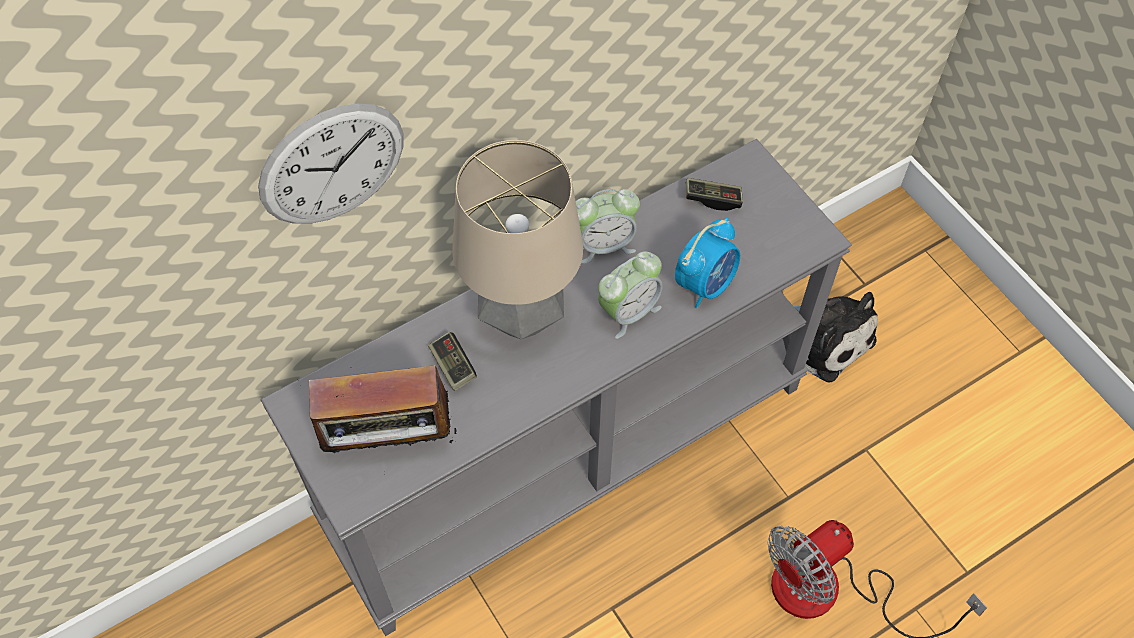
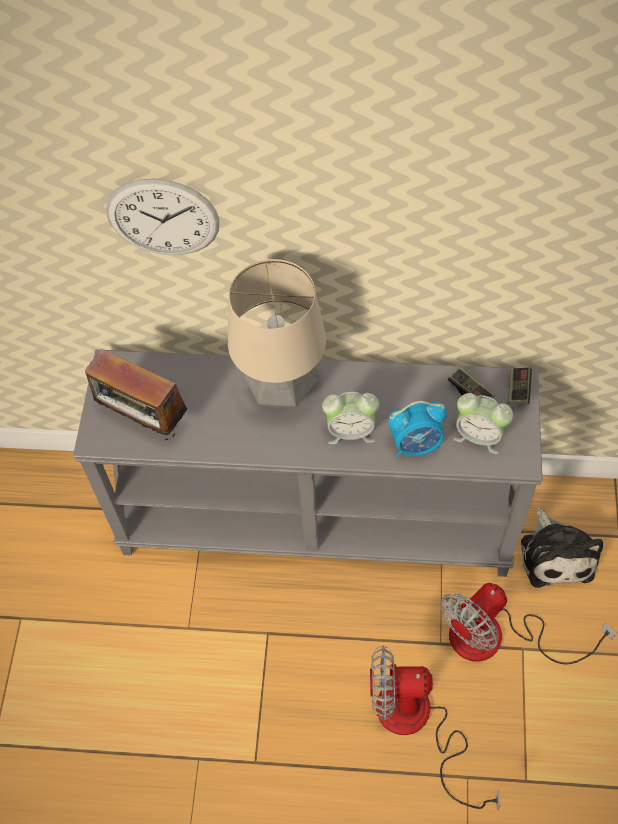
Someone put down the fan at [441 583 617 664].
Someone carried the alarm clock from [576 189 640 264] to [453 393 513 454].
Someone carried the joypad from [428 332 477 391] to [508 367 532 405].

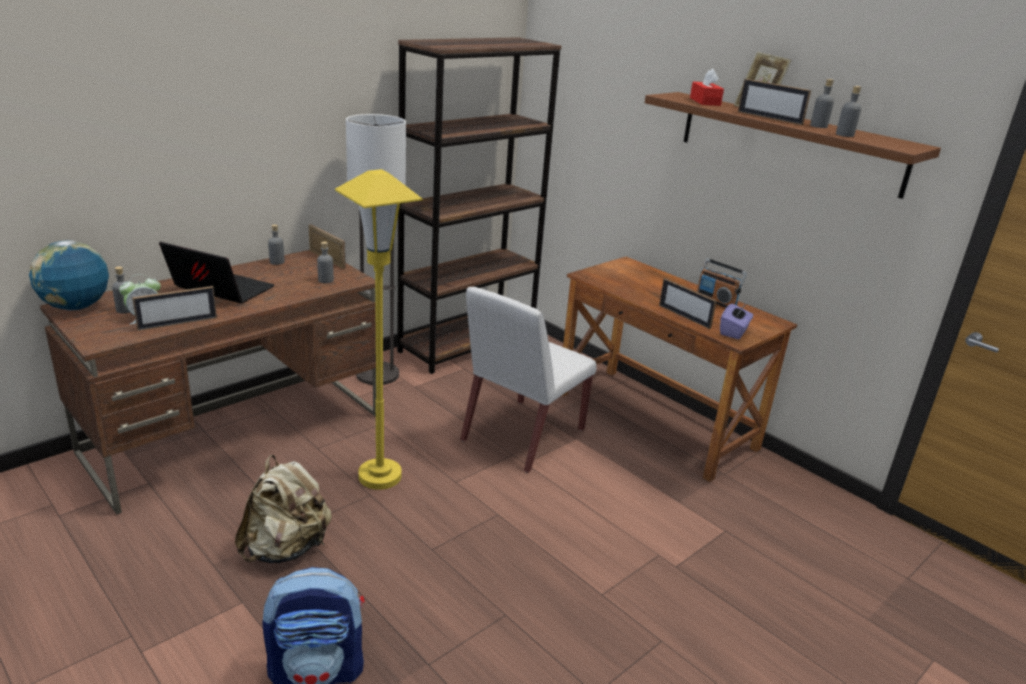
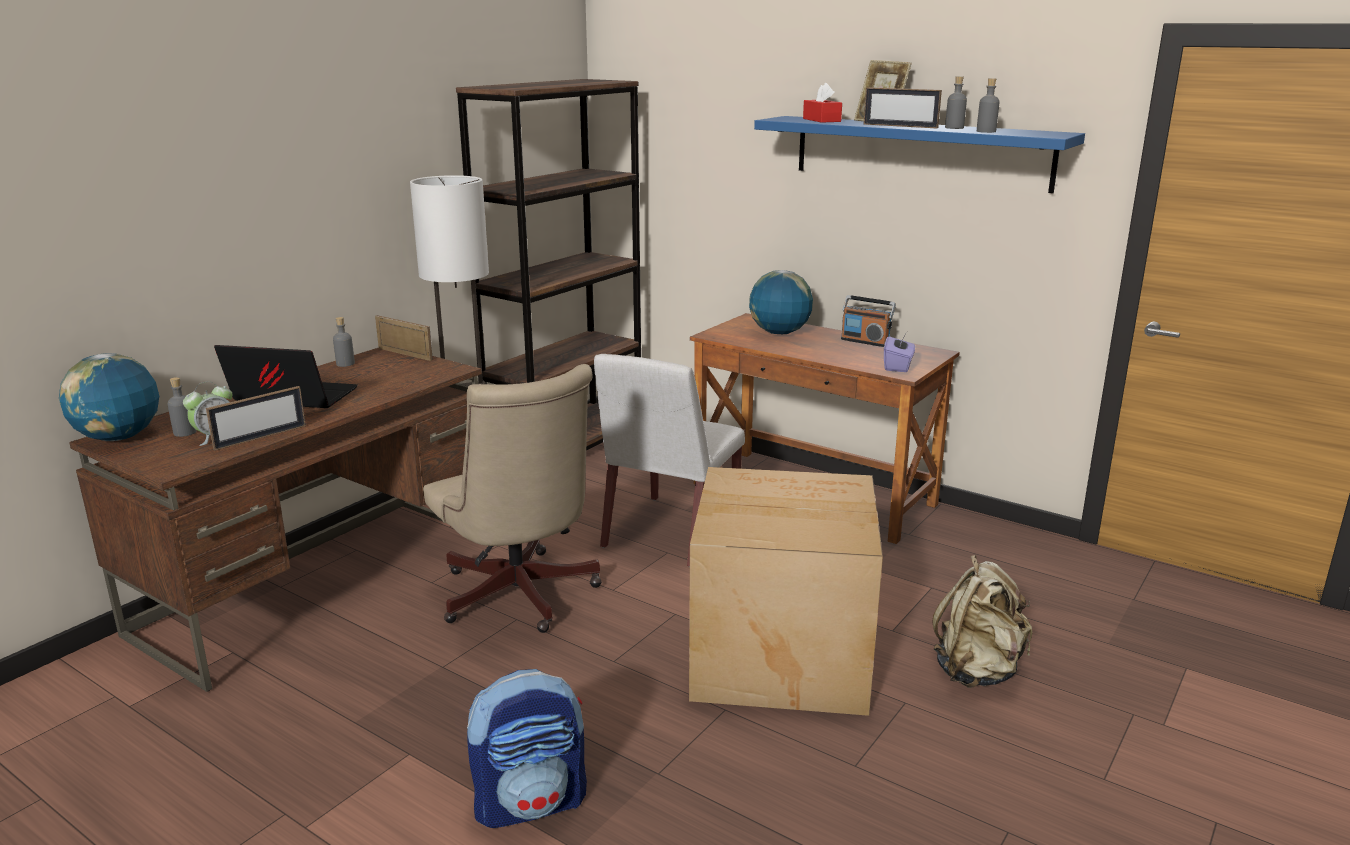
Someone swapped the yellowish floor lamp at [335 169 423 490] for the sand-coloured computer chair at [423 364 602 633].
Someone put down the carton at [689 467 883 716].
Someone put down the world globe at [749 270 813 334].
Someone repainted the brown wall shelf at [645 92 941 199], which became the blue wall shelf at [754 116 1085 193].
Someone carried the sand-coloured backpack from [235 455 332 563] to [932 555 1033 688].
Someone took away the gray drink bottle at [317 242 334 283].
Someone took away the photo frame at [659 278 717 329].

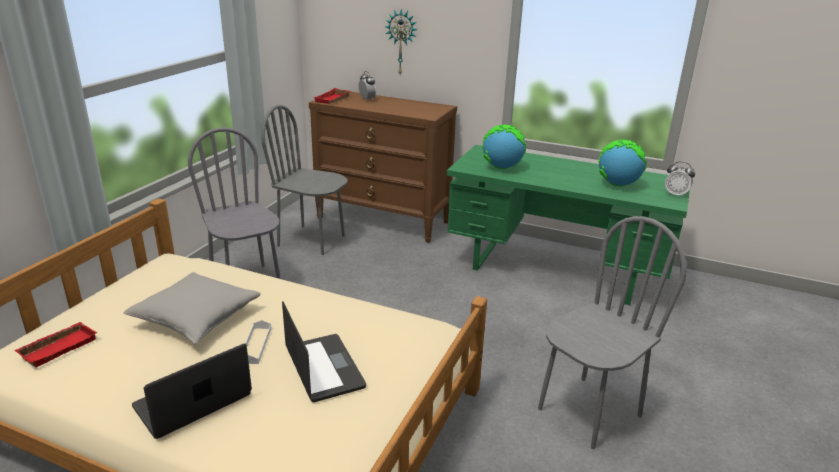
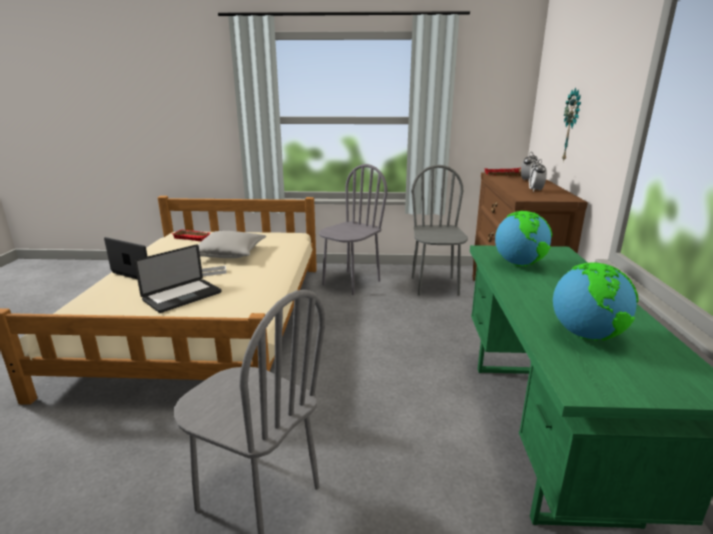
Someone carried the alarm clock from [665 162 695 197] to [529 159 547 192].

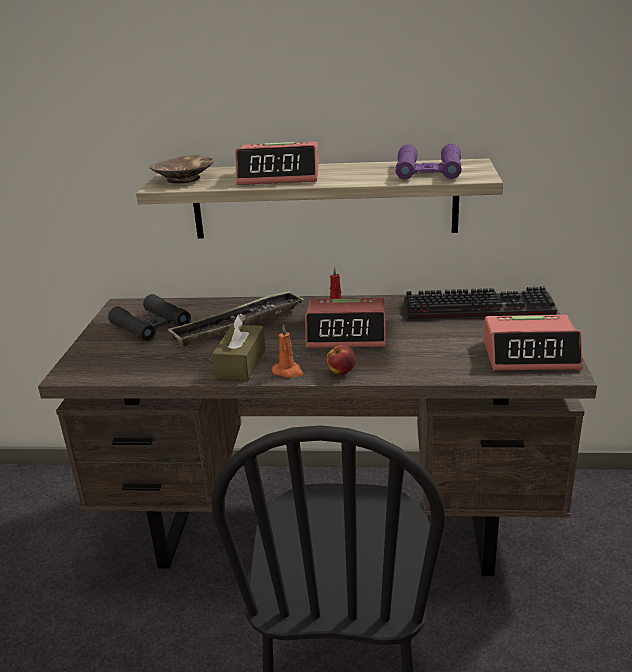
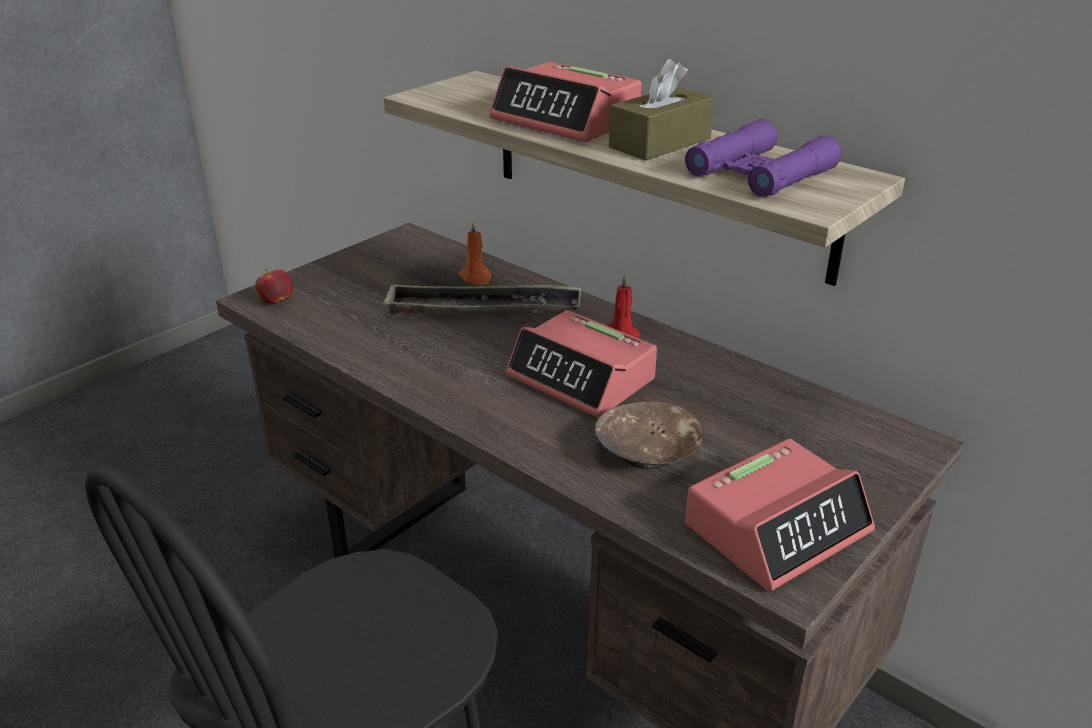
Someone carried the whole apple from [327 345 356 375] to [255 269 293 304].
Someone carried the orange candle from [272 324 304 378] to [458 221 491 286].
Someone carried the brown bowl from [149 155 213 184] to [595 402 703 469].
Someone carried the brown tissue box from [212 314 266 381] to [609 59 715 160].
Someone rotated the alarm clock at [484 315 583 371] by 75 degrees counterclockwise.
Someone took away the black field glasses at [108 294 191 341].
Someone took away the PC keyboard at [404 286 557 319].

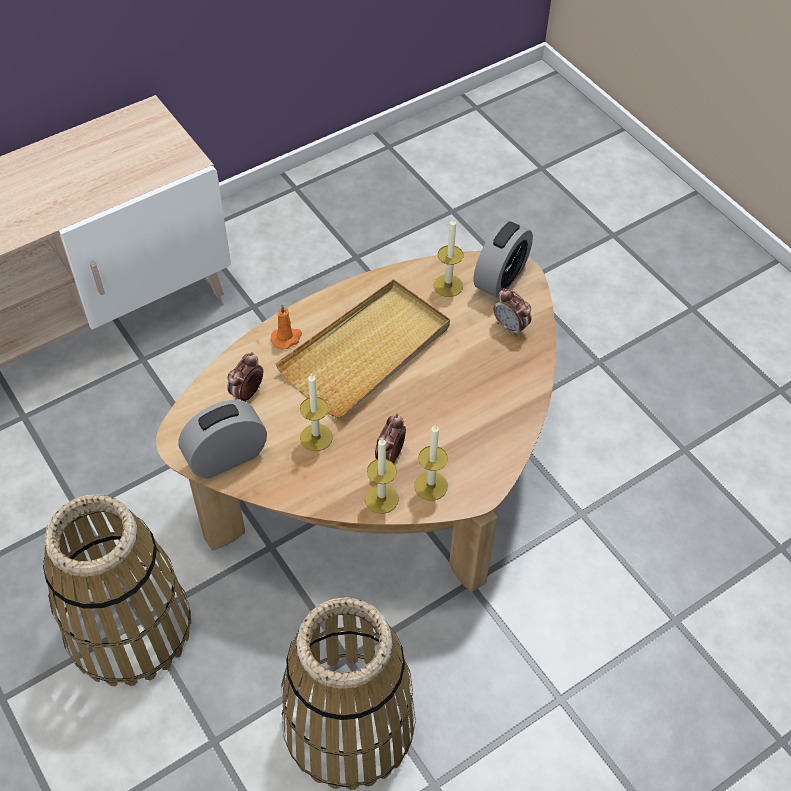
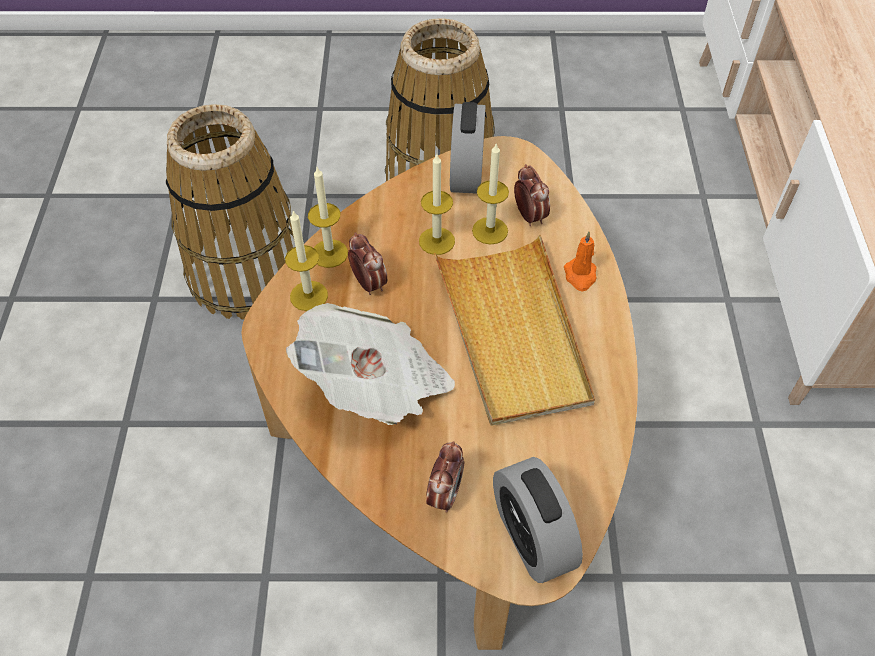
Someone put down the printed paper at [286 303 455 425].
Someone rotated the alarm clock at [494 288 531 337] by 120 degrees clockwise.
Someone carried the candle from [434 217 463 297] to [472 142 509 245].

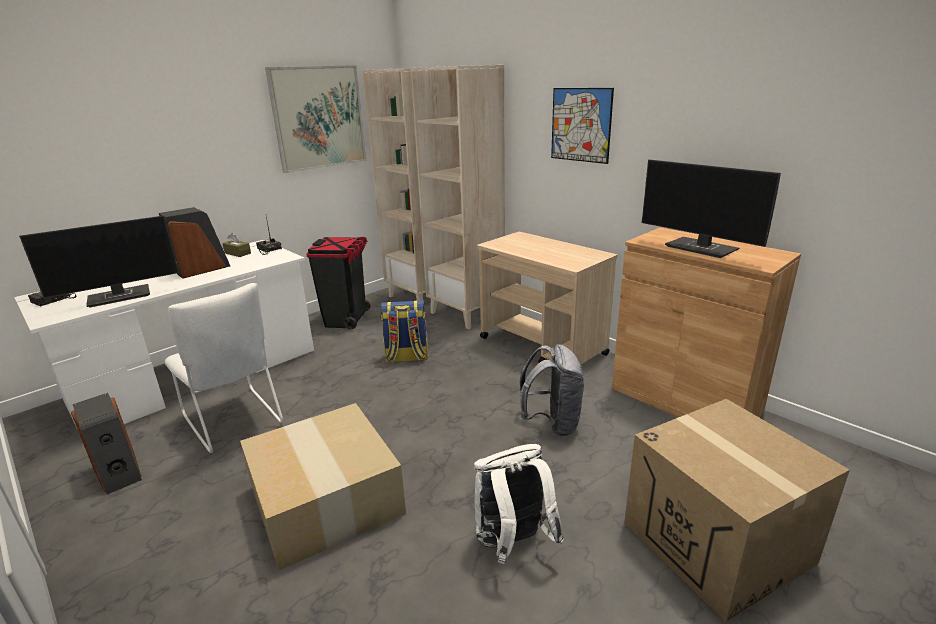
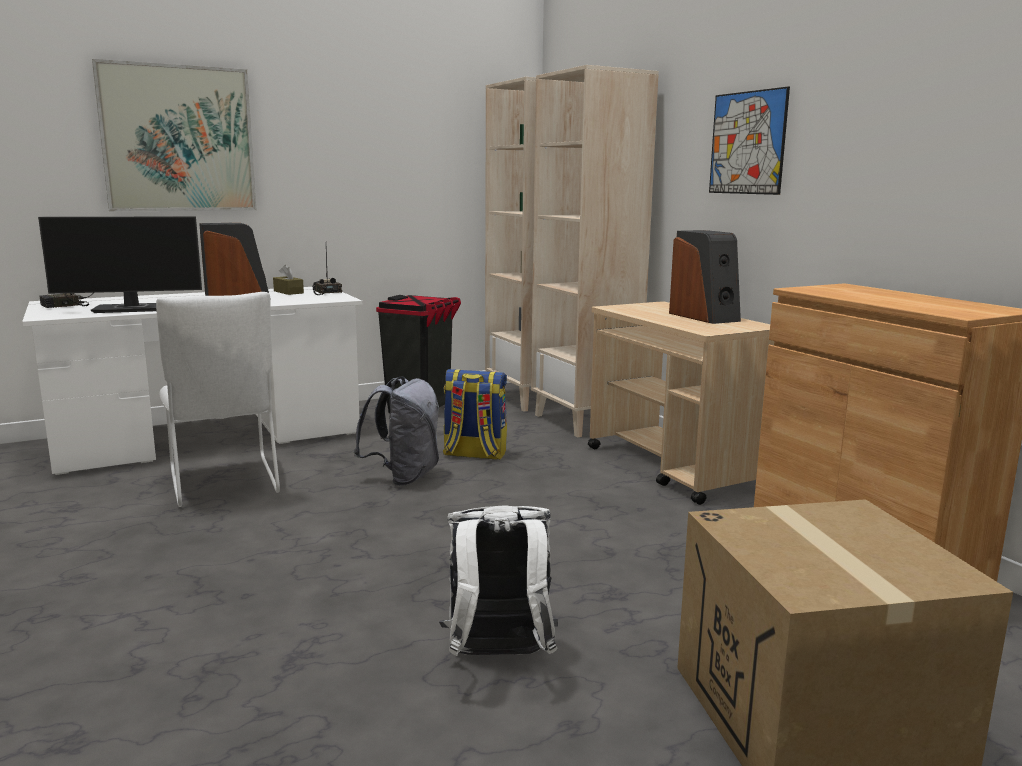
Someone carried the wall picture from [265 65 366 173] to [92 59 256 211].
Someone carried the gray backpack from [520 344 584 436] to [354 376 439 486].
Someone carried the audio speaker from [71 393 142 495] to [669 230 741 324].
Someone took away the carton at [240 403 406 570].
Someone took away the monitor at [642 160 781 258].

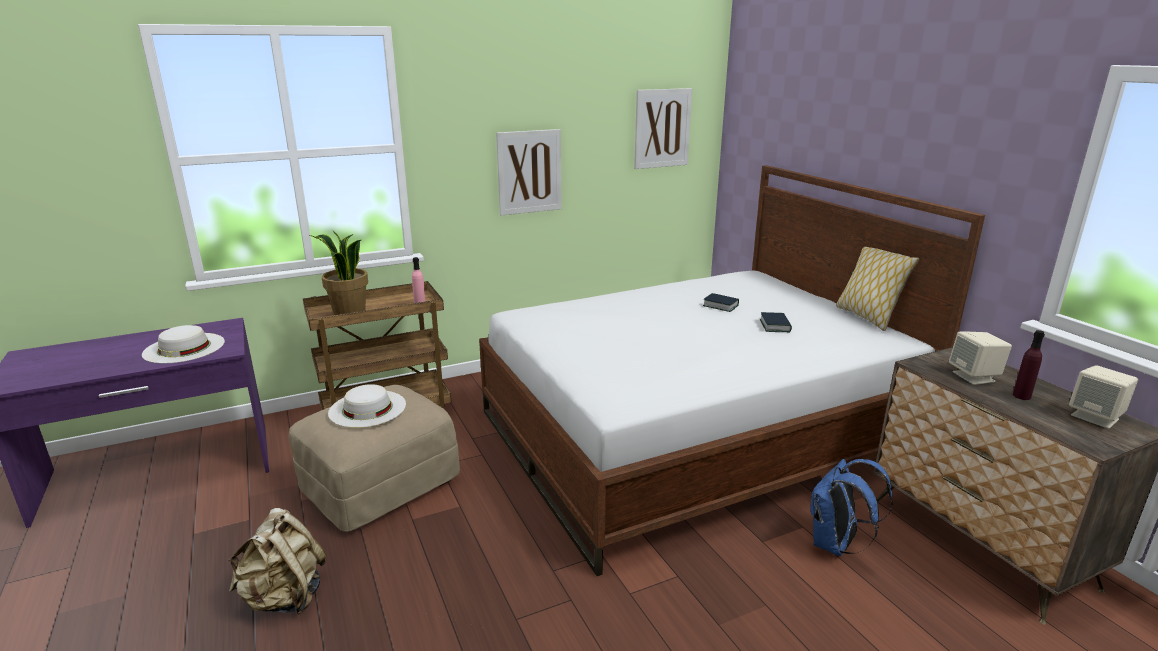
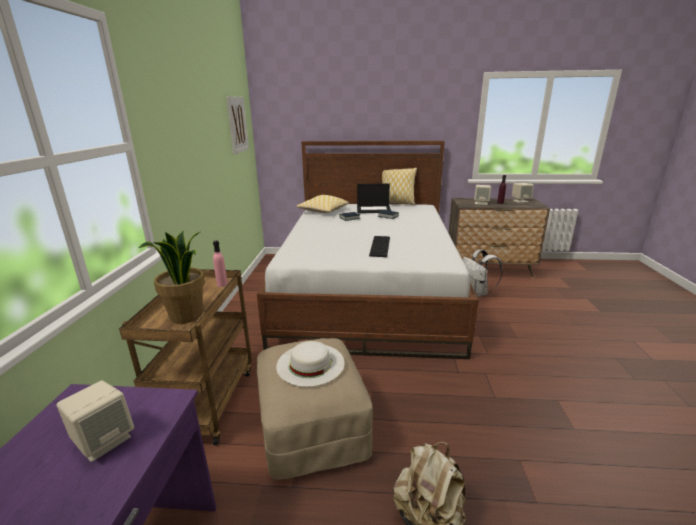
Someone swapped the white hat at [142 325 225 363] for the sand-coloured audio speaker at [56 380 134 462].
Someone put down the throw pillow at [297 195 349 213].
Someone put down the notebook computer at [357 183 391 213].
Someone put down the PC keyboard at [369 236 390 257].
Someone repainted the blue backpack at [810 459 893 556], which became the white backpack at [463 249 503 297].
Someone took away the wall picture at [496 129 561 216].

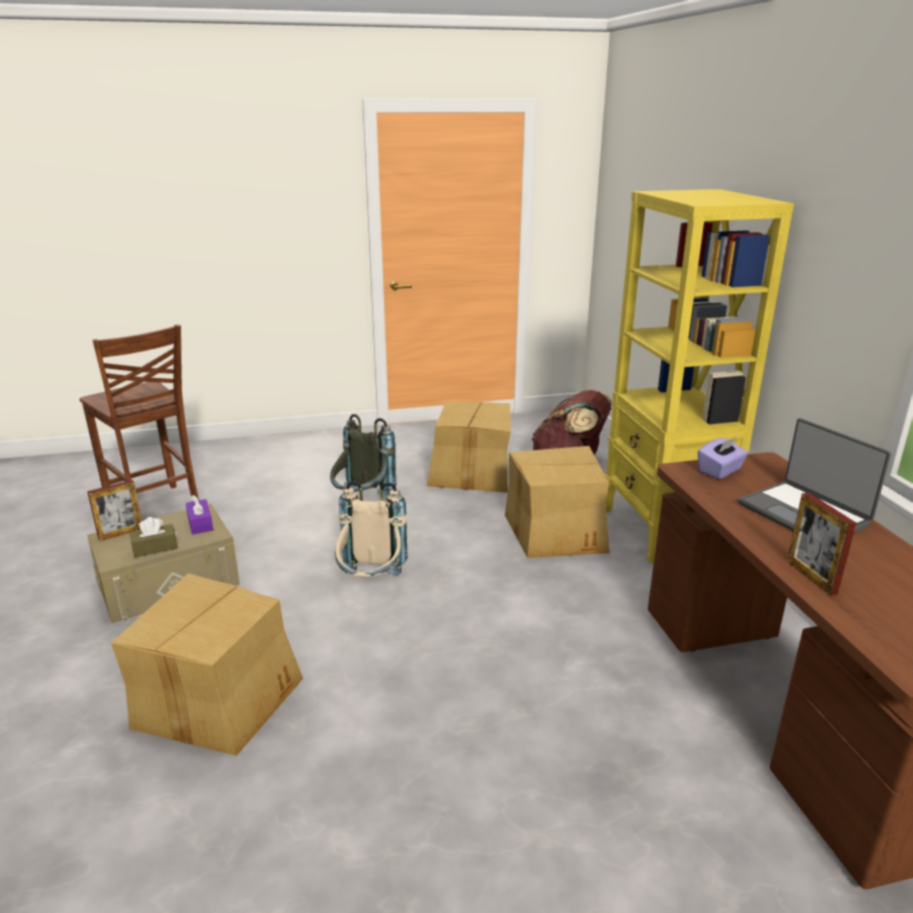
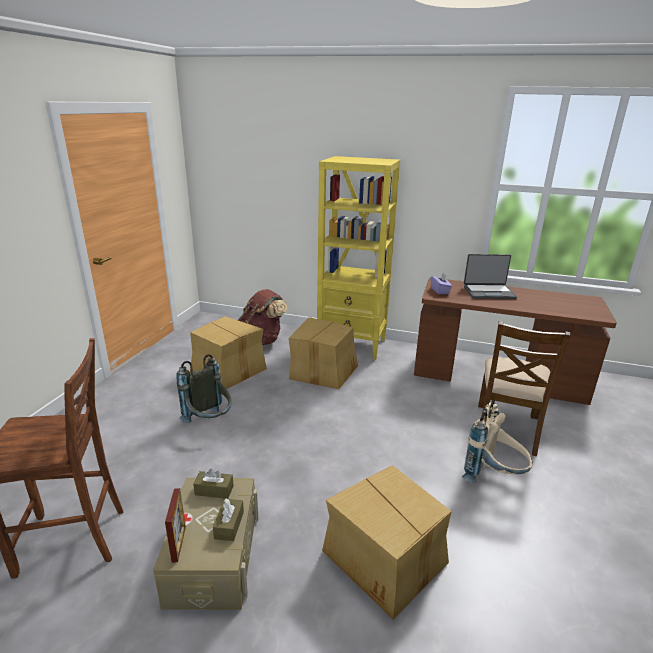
Someone repainted the purple tissue box at [186 495 213 535], which became the brown tissue box at [193 469 234 499].
Someone carried the sand-coloured backpack from [335 481 408 577] to [462 400 533 483].
Someone put down the brown chair at [478 321 570 456].
Someone took away the photo frame at [787 493 856 596].

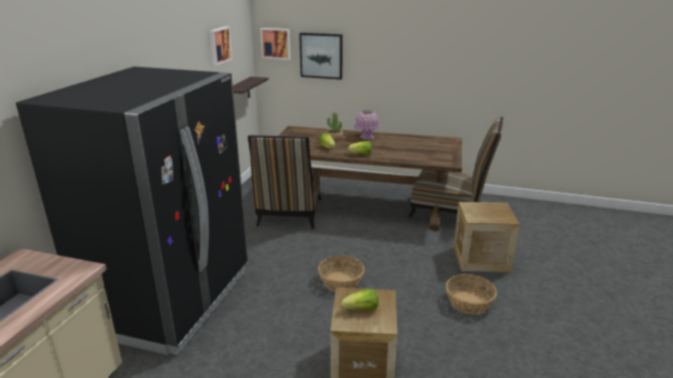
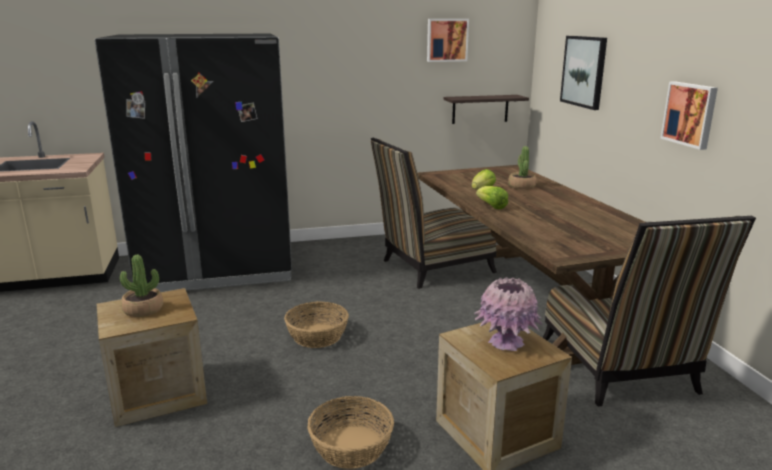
Someone swapped the lettuce at [341 289 379 310] for the houseplant at [120 255 163 317].
Someone carried the pinkish decorative vase from [354 110 380 139] to [474 277 543 351].
Someone carried the wall picture from [261 28 291 60] to [661 81 718 150].

